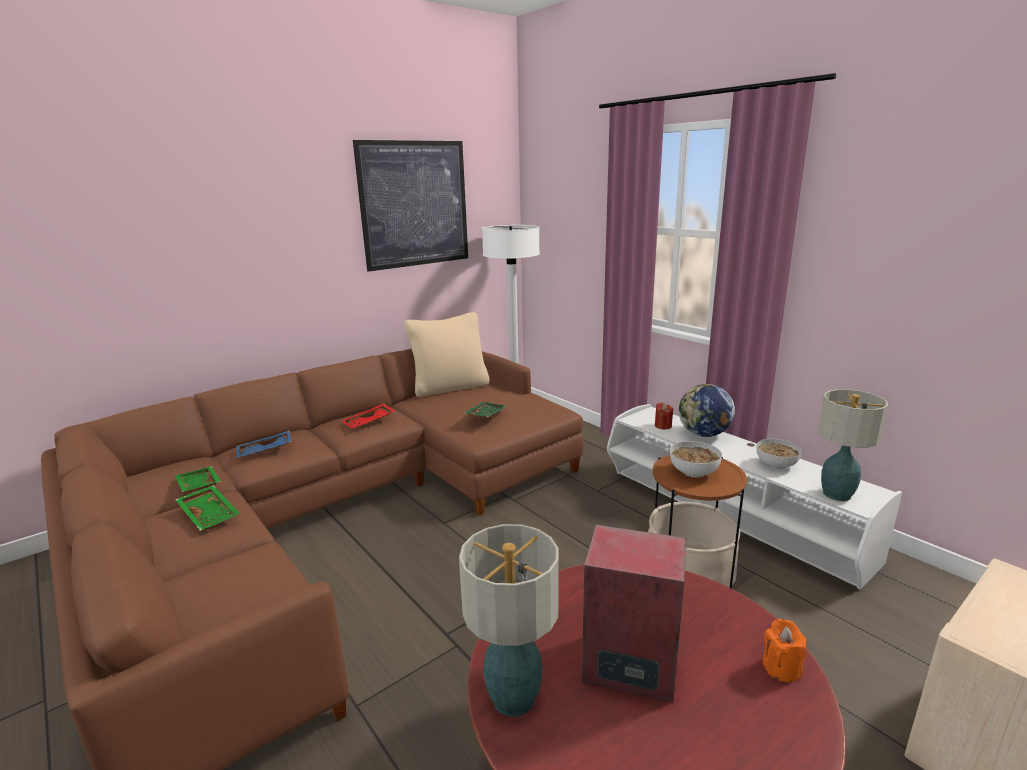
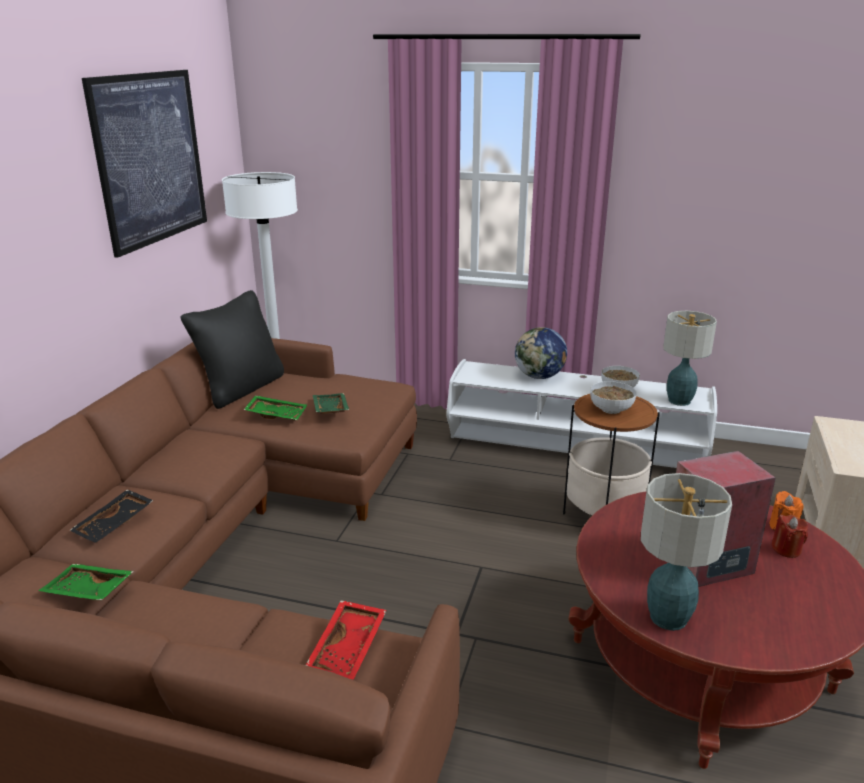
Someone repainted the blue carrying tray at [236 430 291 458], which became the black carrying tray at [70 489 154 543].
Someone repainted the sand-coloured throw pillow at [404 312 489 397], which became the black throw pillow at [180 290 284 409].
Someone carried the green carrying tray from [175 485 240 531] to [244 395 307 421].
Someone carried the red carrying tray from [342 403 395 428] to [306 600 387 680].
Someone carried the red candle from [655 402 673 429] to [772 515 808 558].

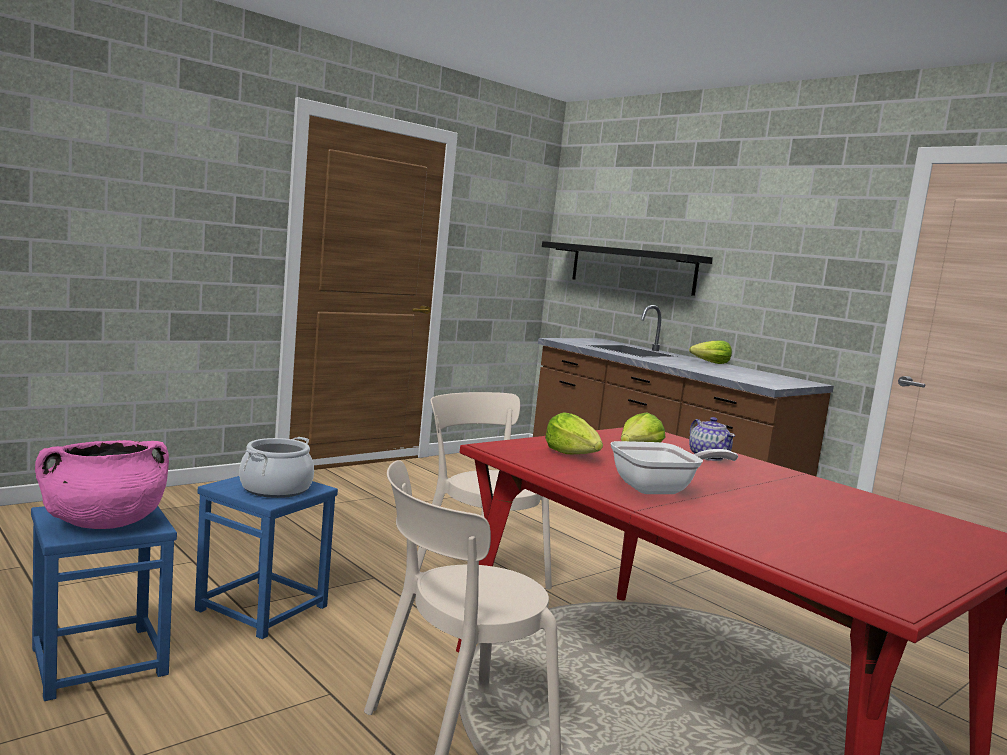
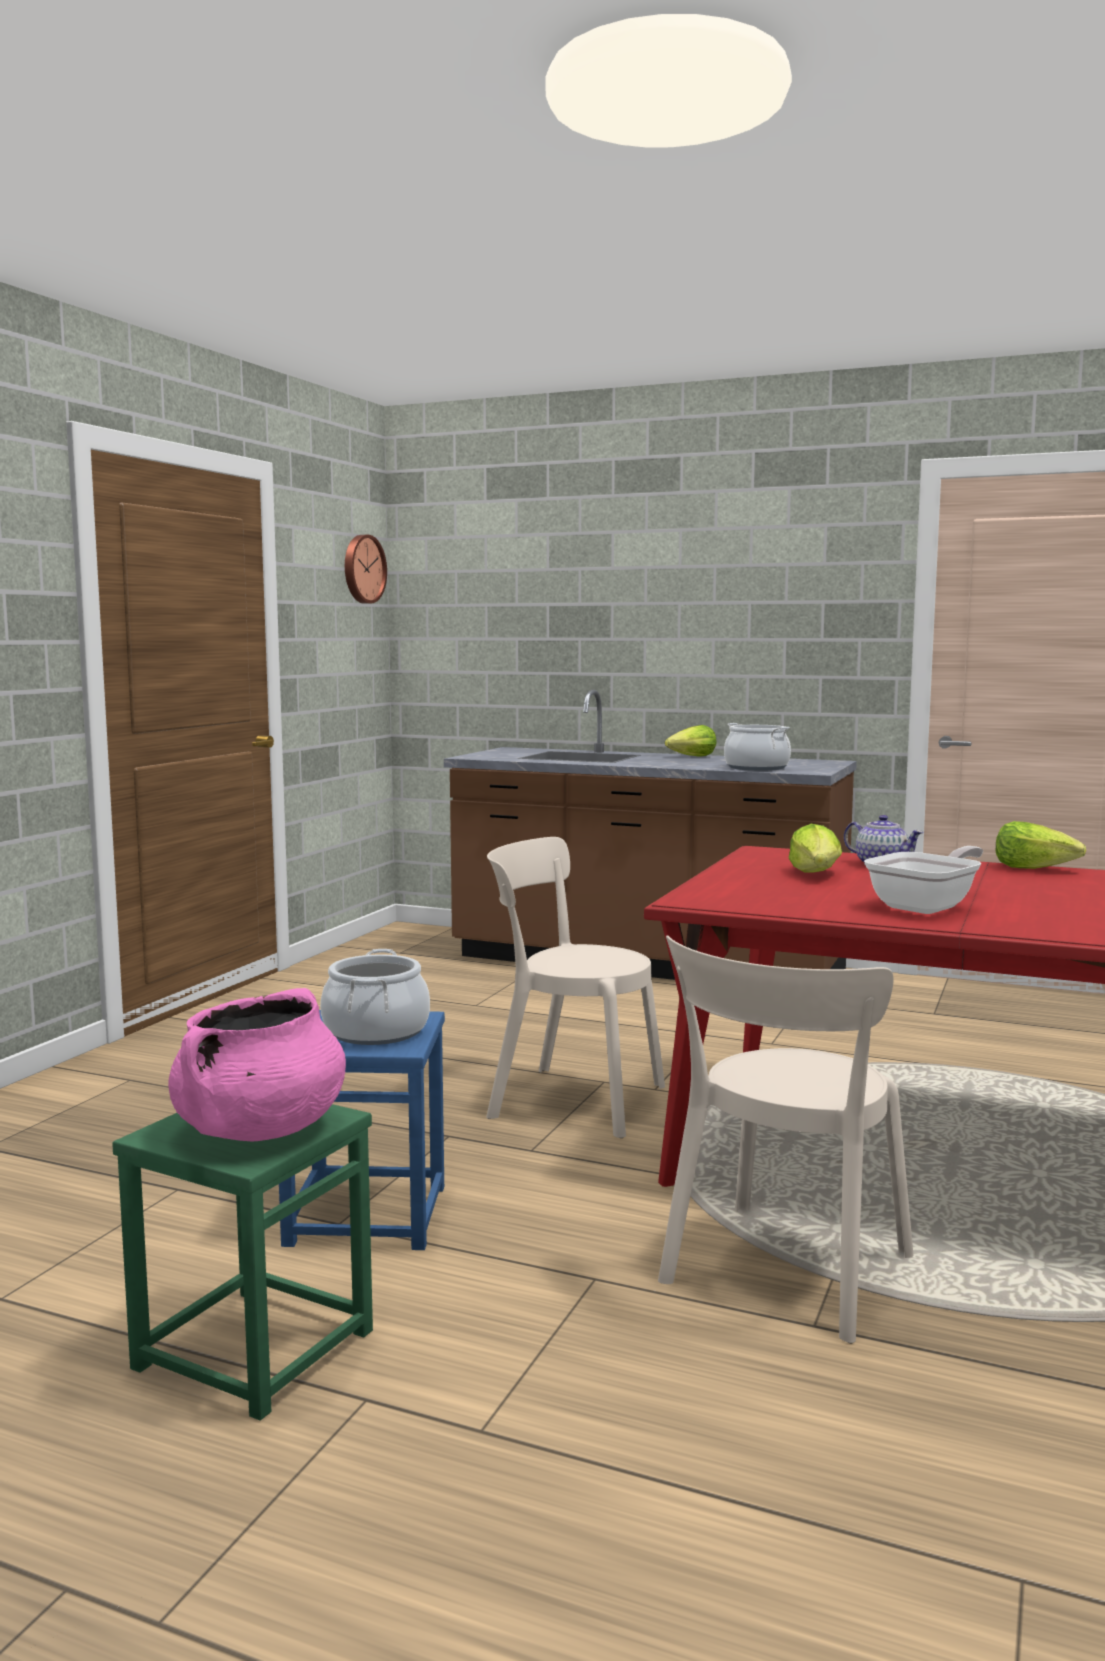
Someone repainted the blue sitting stool at [31 506 177 701], which became the green sitting stool at [112 1104 373 1421].
Someone put up the clock on the wall at [345 535 387 604].
Someone put down the cooking pot at [724 723 791 771].
Someone carried the lettuce from [545 412 603 454] to [996 821 1086 869].
Someone took away the black wall shelf at [542 241 713 296].

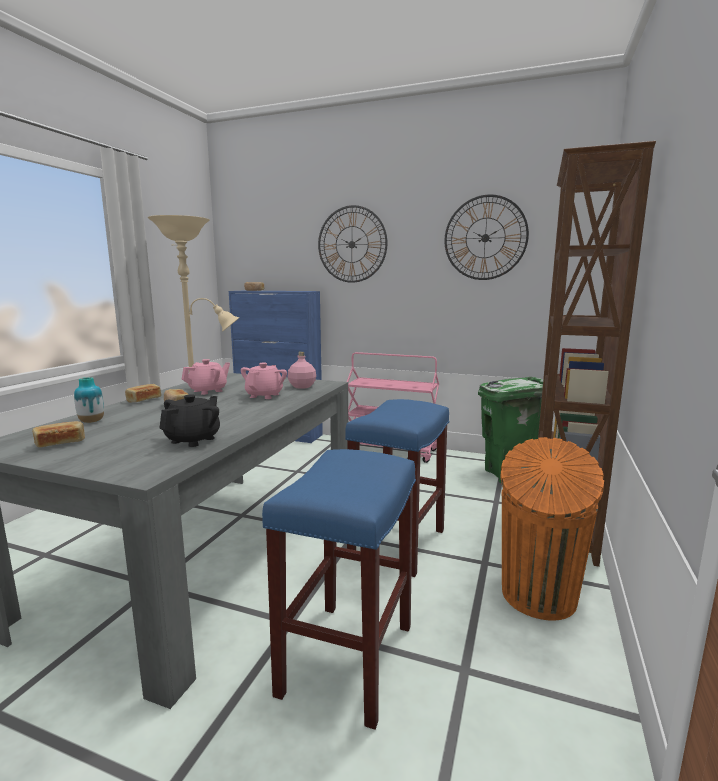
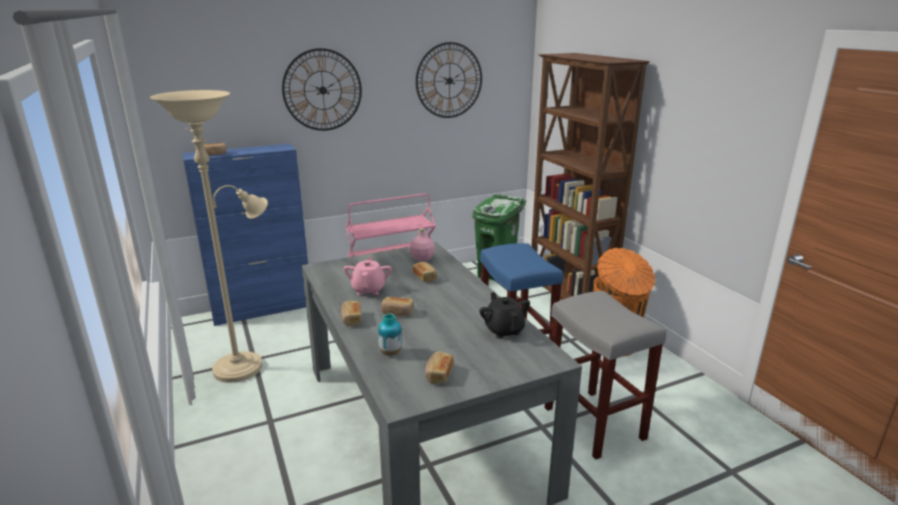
Someone swapped the pinkish pot for tea at [241 363 287 399] for the bakery bread at [413 262 437 282].
Someone repainted the blue sitting stool at [262 449 416 730], which became the gray sitting stool at [545 291 666 459].

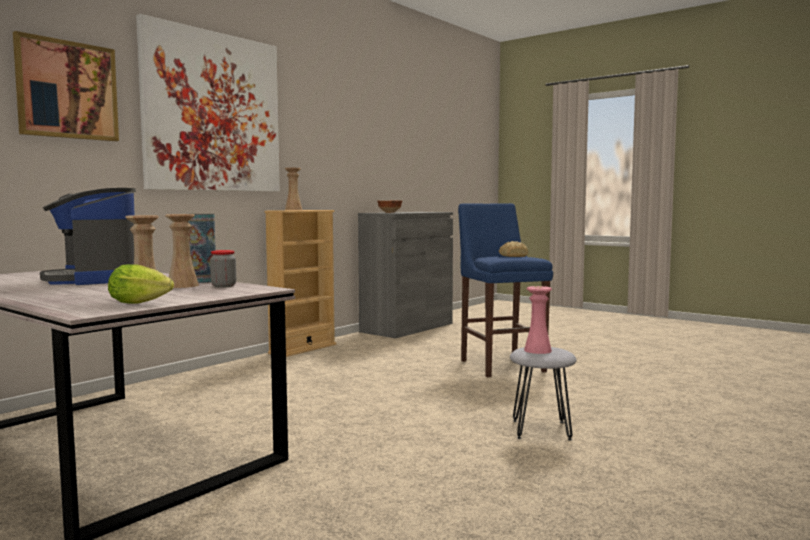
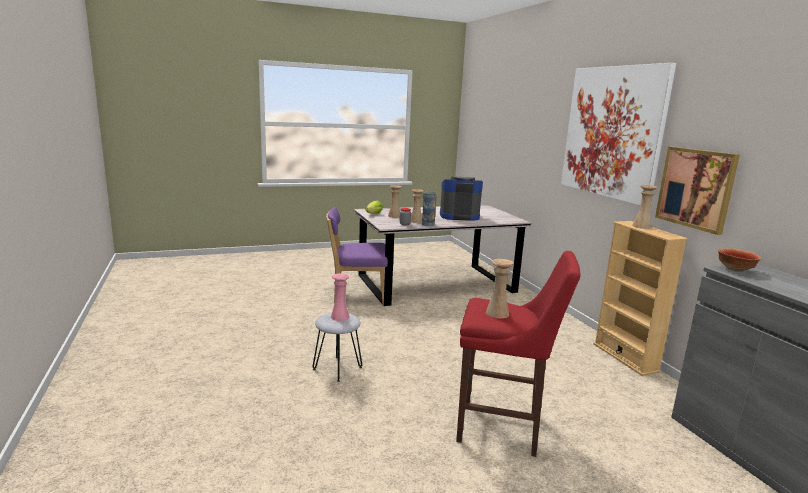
Someone put down the purple chair at [326 207 388 305].
Someone repainted the blue sitting stool at [458 203 553 377], which became the red sitting stool at [456 251 581 457].
Someone swapped the bakery bread at [499 241 528 257] for the sand-coloured decorative vase at [486 259 514 318].
Someone carried the wall picture from [13 31 119 141] to [655 147 740 235].

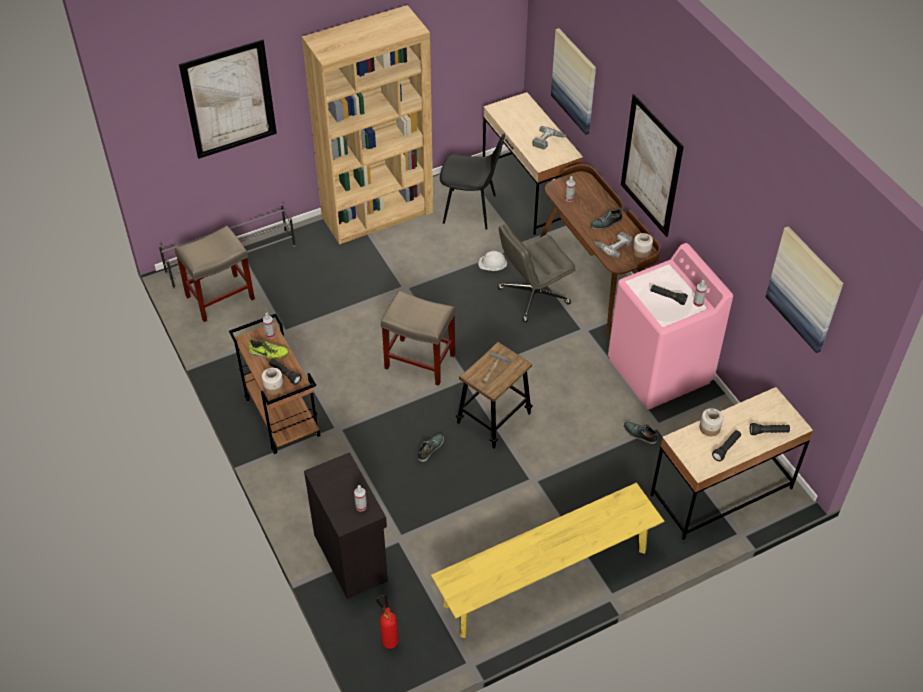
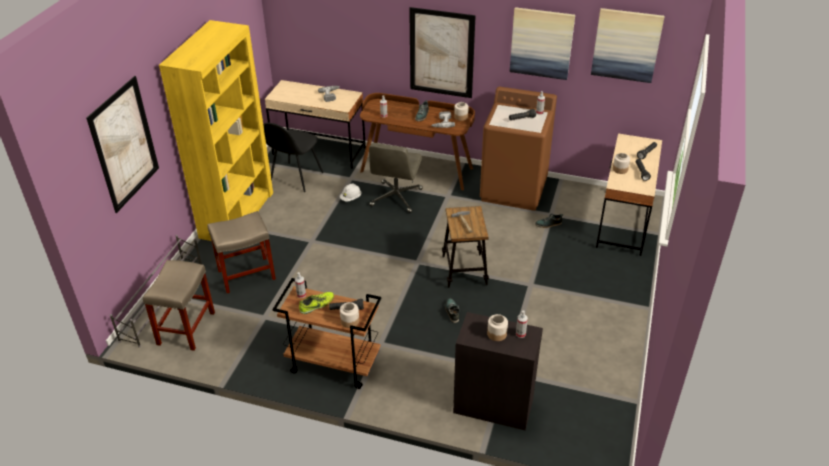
Someone repainted the brown bookcase at [302 5 433 244], which became the yellowish bookcase at [159 20 273 241].
Someone carried the sand-coloured sitting stool from [381 290 455 386] to [207 211 276 293].
Someone rotated the black chair at [440 133 505 230] by 150 degrees clockwise.
Someone repainted the pinkish laundry appliance at [608 243 733 410], which became the brown laundry appliance at [480 87 557 211].
Someone put down the preserve jar at [487 314 508 341].
Someone carried the wall picture from [551 28 596 135] to [510 7 575 80].
Someone took away the fire extinguisher at [376 595 398 649].
Someone took away the yellowish indoor bench at [431 483 664 638].

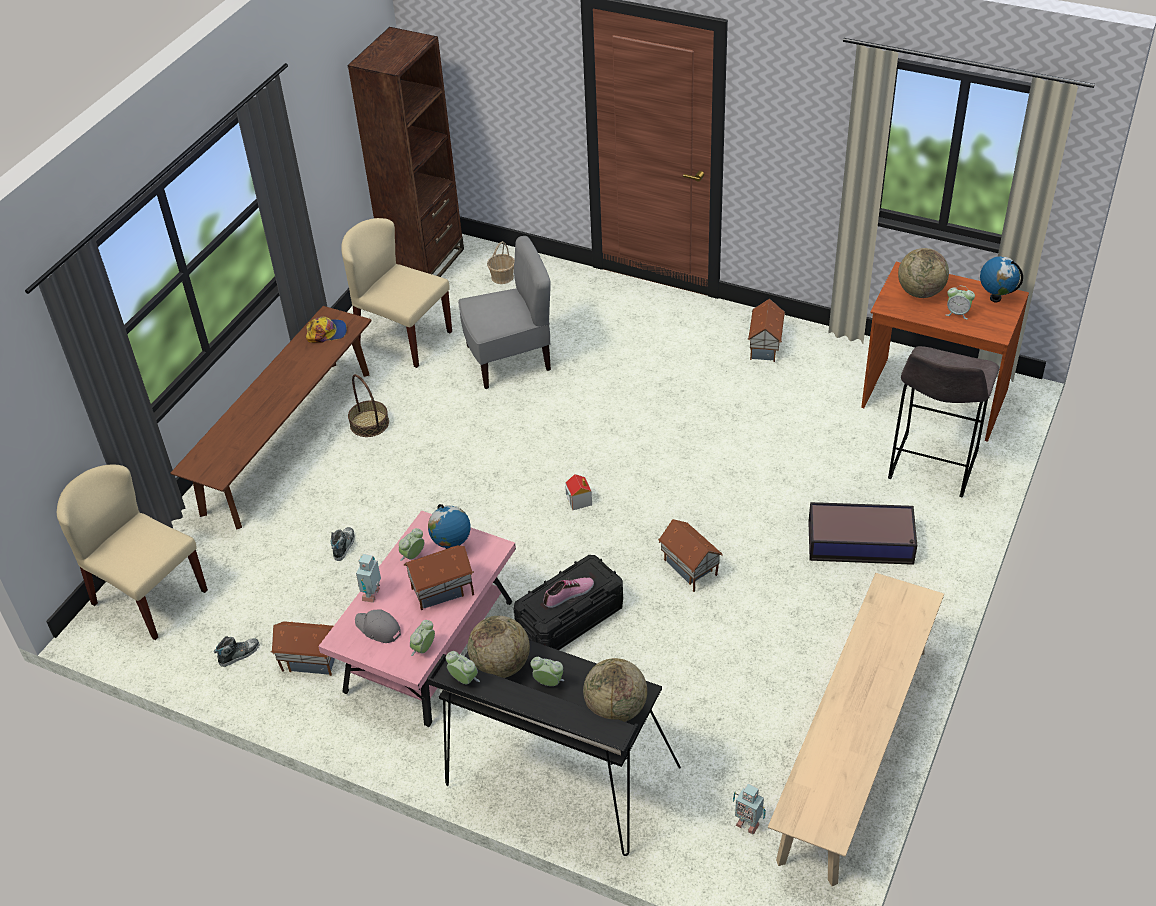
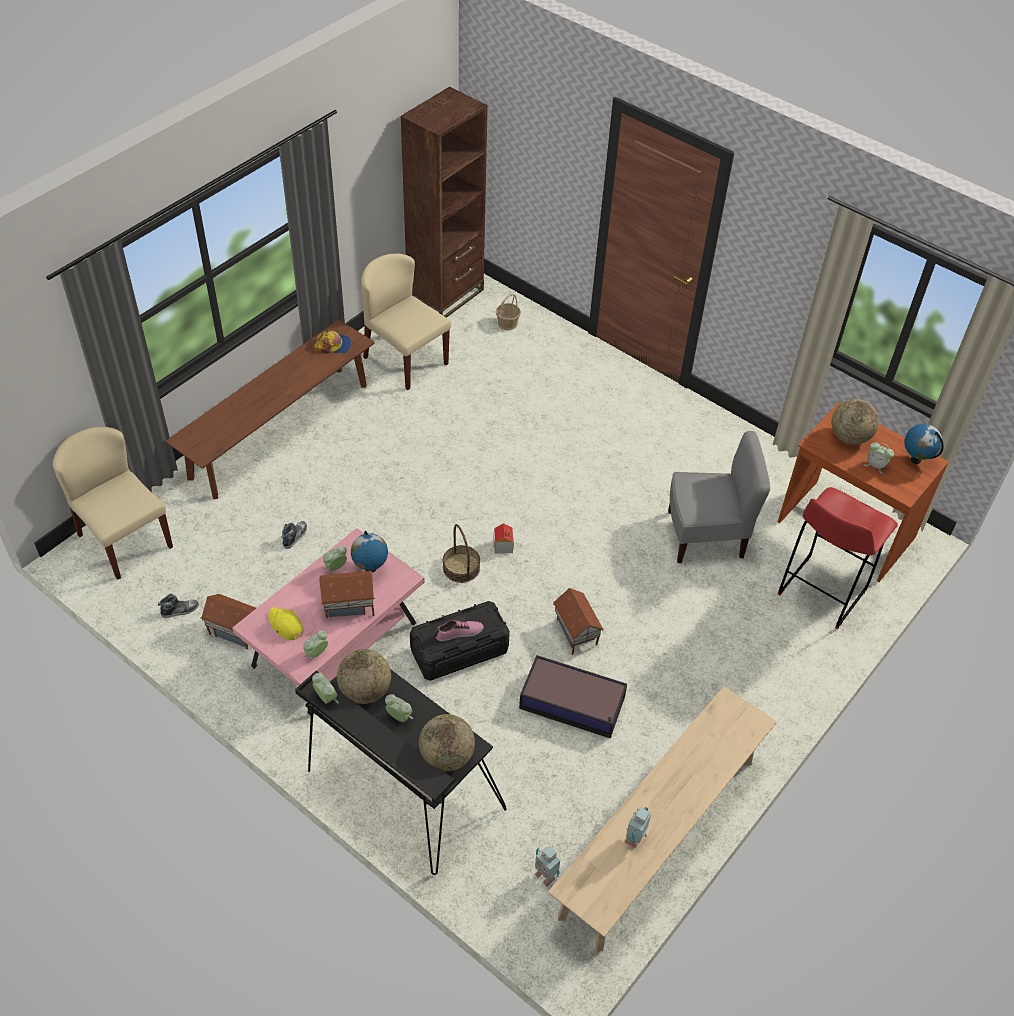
Someone repainted the gray baseball cap at [355 610 401 643], which became the yellowish baseball cap at [268 608 304 640].
Someone carried the basket from [348 374 389 437] to [443 524 480 583].
Someone carried the storage container from [808 502 917 565] to [519 655 627 738].
Someone carried the robot figure from [356 554 381 603] to [624 807 651 848].
Someone carried the gray chair from [458 236 551 389] to [668 431 770 563].
Someone repainted the gray sitting stool at [888 346 1000 498], which became the red sitting stool at [778 487 898 629].
Someone took away the model house at [748 298 785 362].

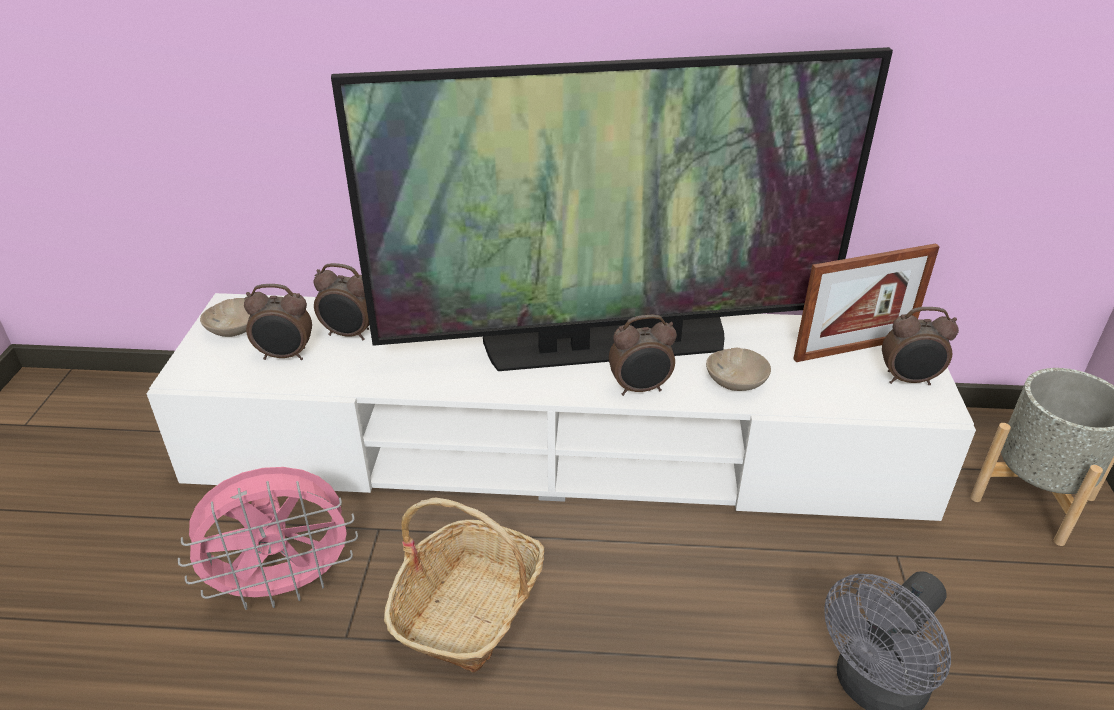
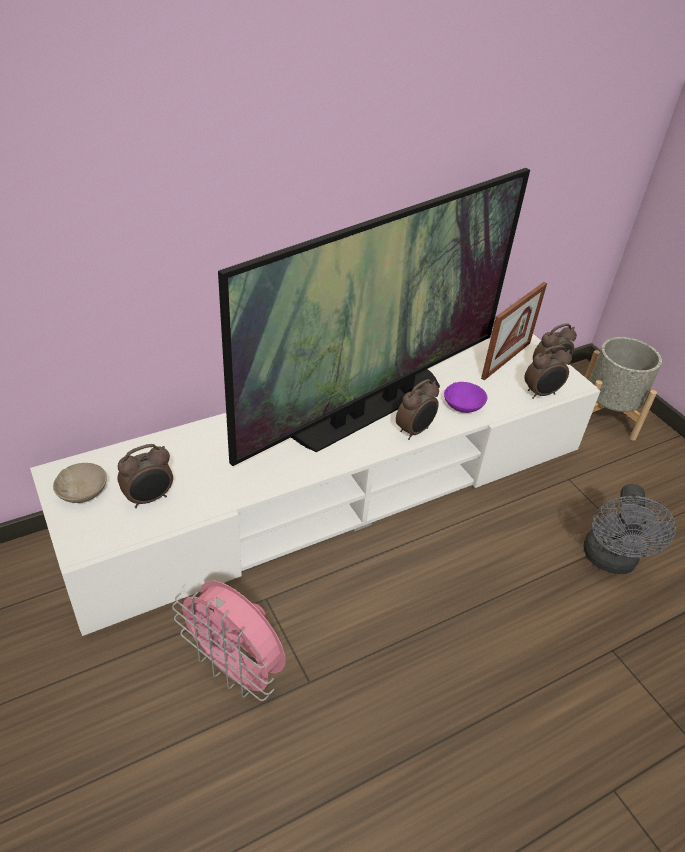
Someone rotated the pinkish fan at [178 467 358 610] by 90 degrees clockwise.
Someone repainted the sand-coloured bowl at [706 348 771 391], which became the purple bowl at [444 382 487 413].
Someone carried the alarm clock from [313 263 369 340] to [524 345 572 399].
Someone took away the basket at [384 498 544 673].

